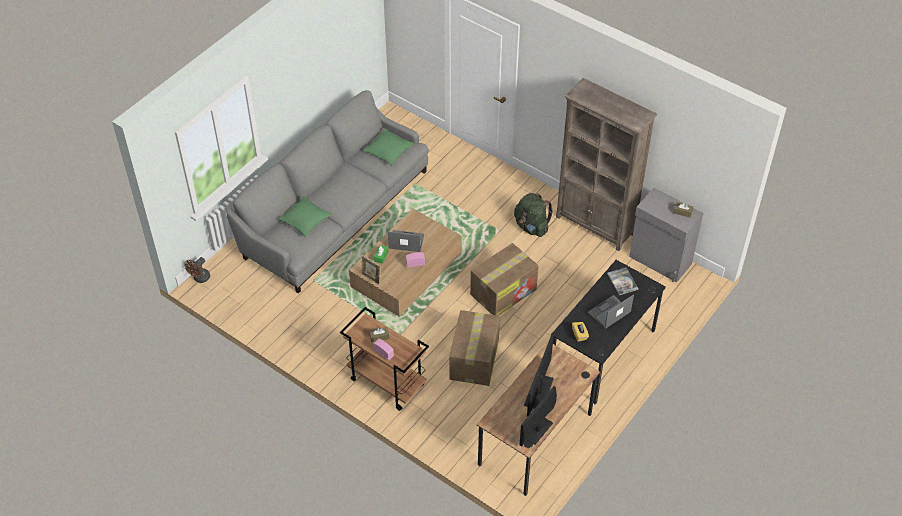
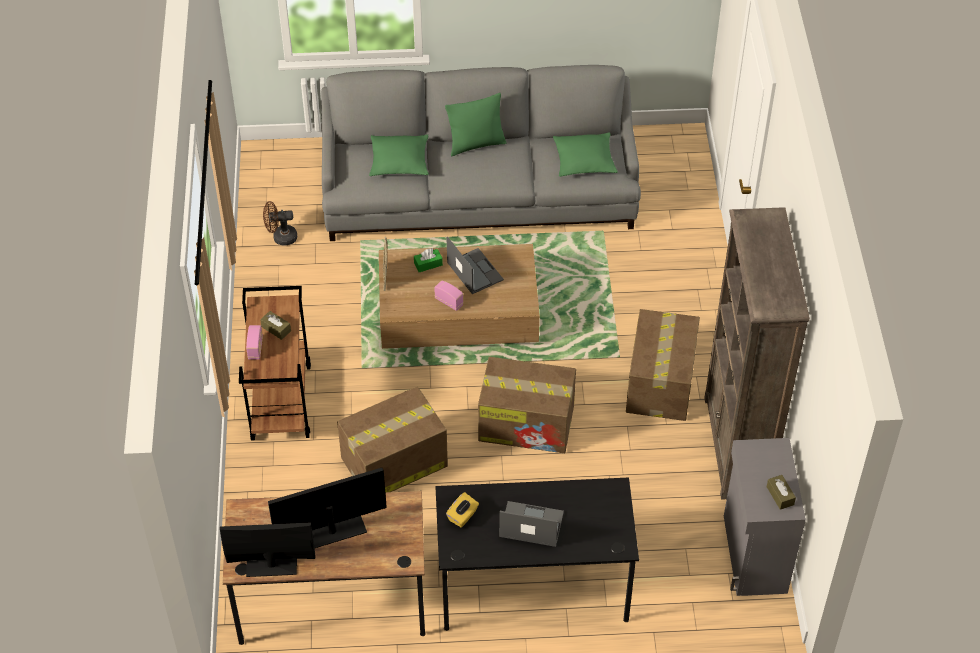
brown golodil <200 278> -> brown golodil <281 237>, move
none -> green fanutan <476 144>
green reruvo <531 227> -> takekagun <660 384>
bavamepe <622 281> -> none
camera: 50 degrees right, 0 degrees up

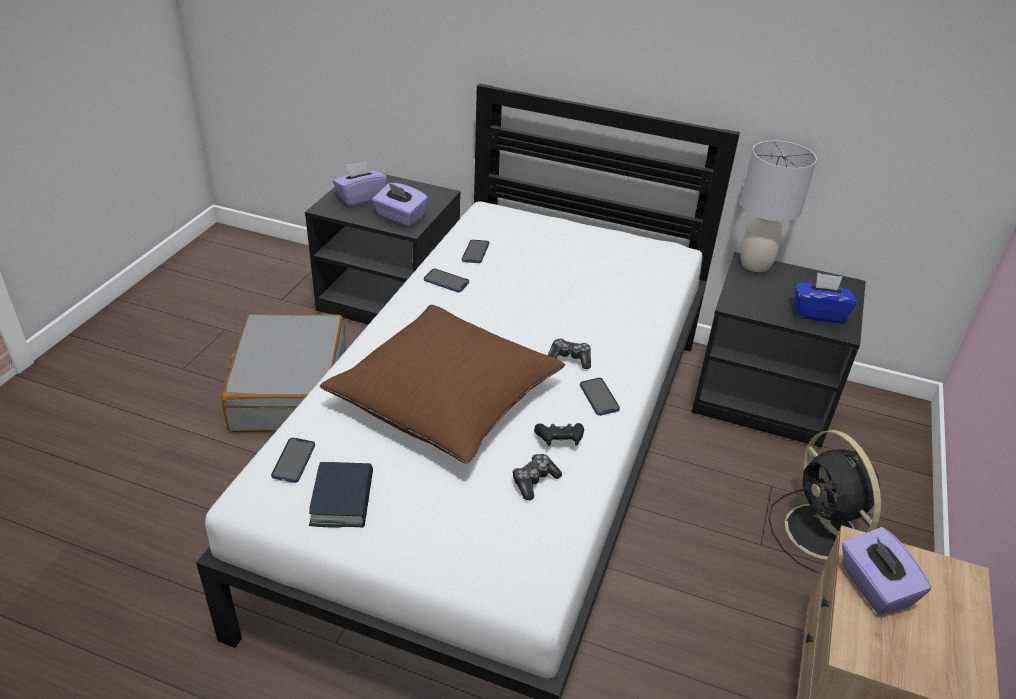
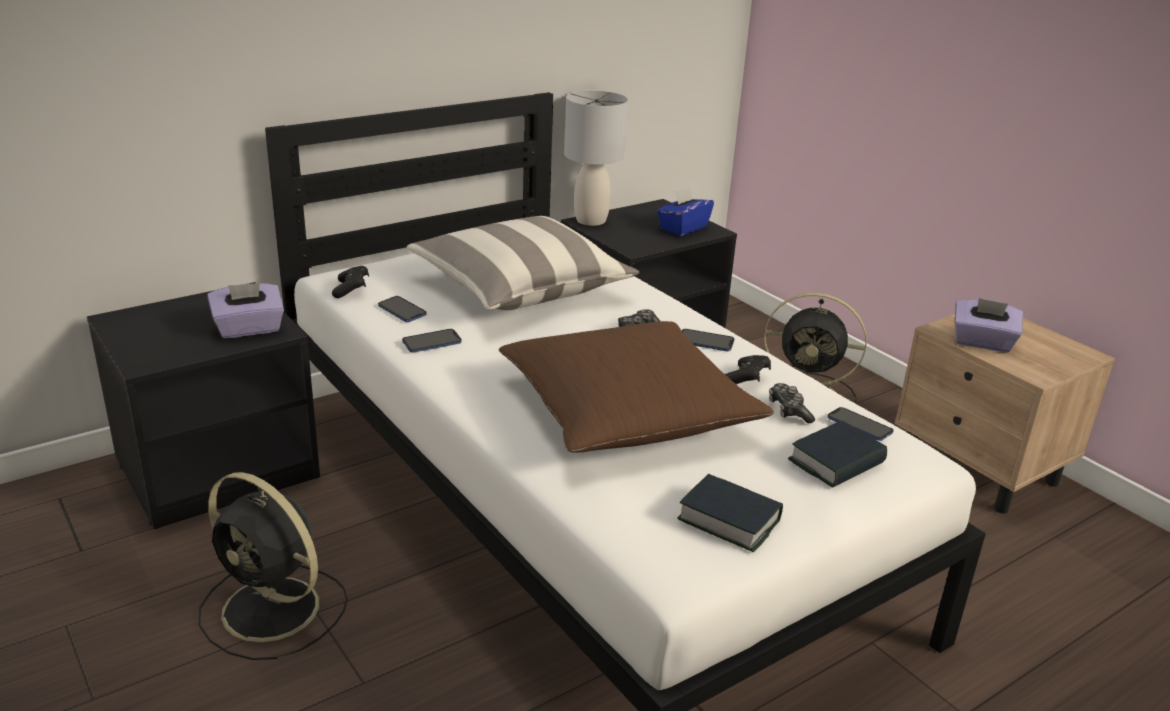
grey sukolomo <289 389> -> black golodil <274 610>
none -> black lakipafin <351 290>
none -> fanutan <520 288>
none -> bavamepe <836 462>
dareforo <294 461> -> dareforo <859 425>, move
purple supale <360 198> -> none
camera: 55 degrees left, 10 degrees down

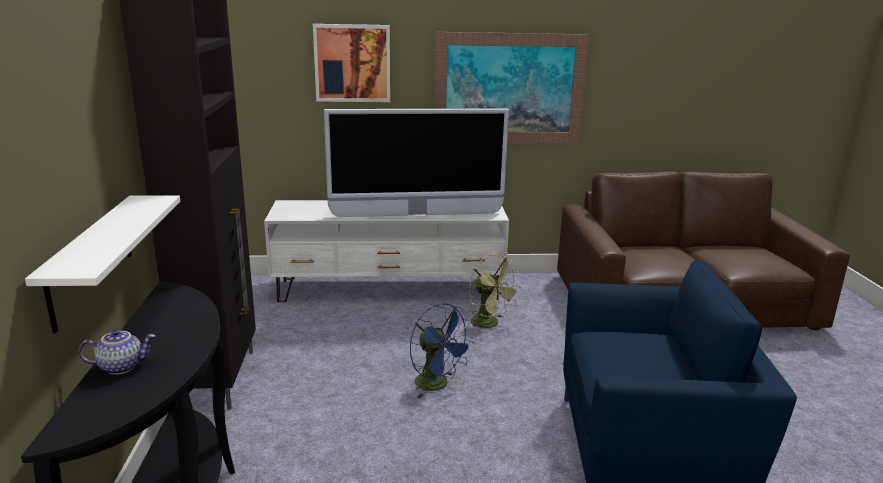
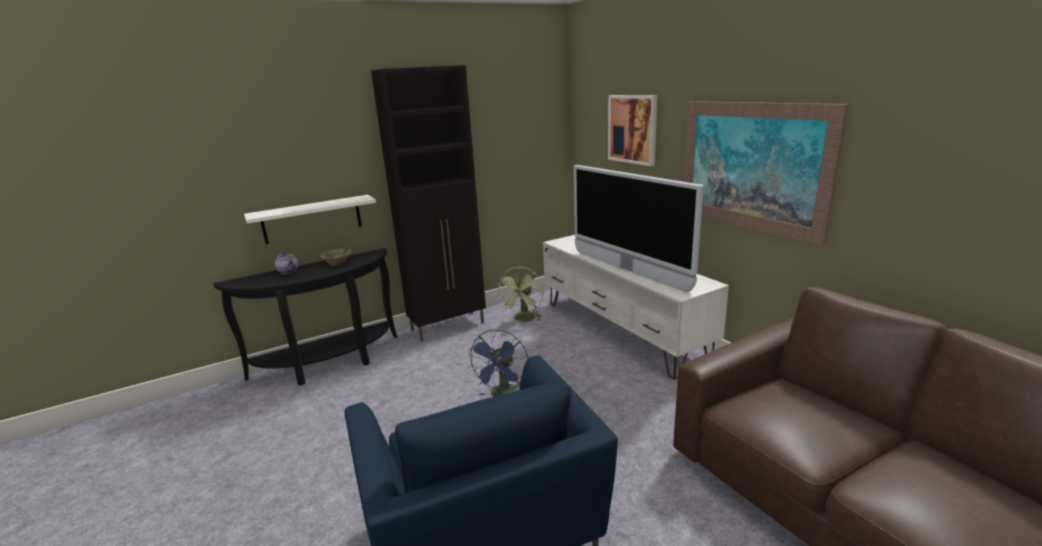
none -> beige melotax <337 262>
green golodil <490 324> -> green golodil <523 320>, move
camera: 65 degrees right, 0 degrees up

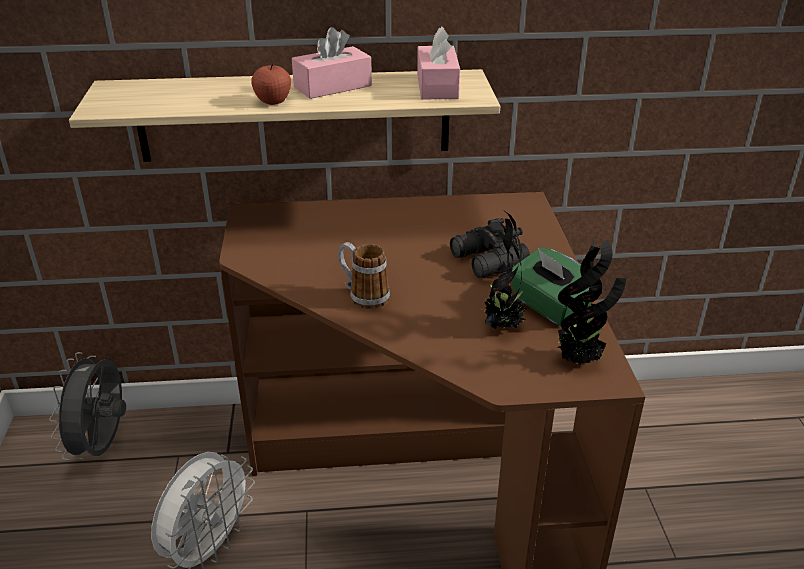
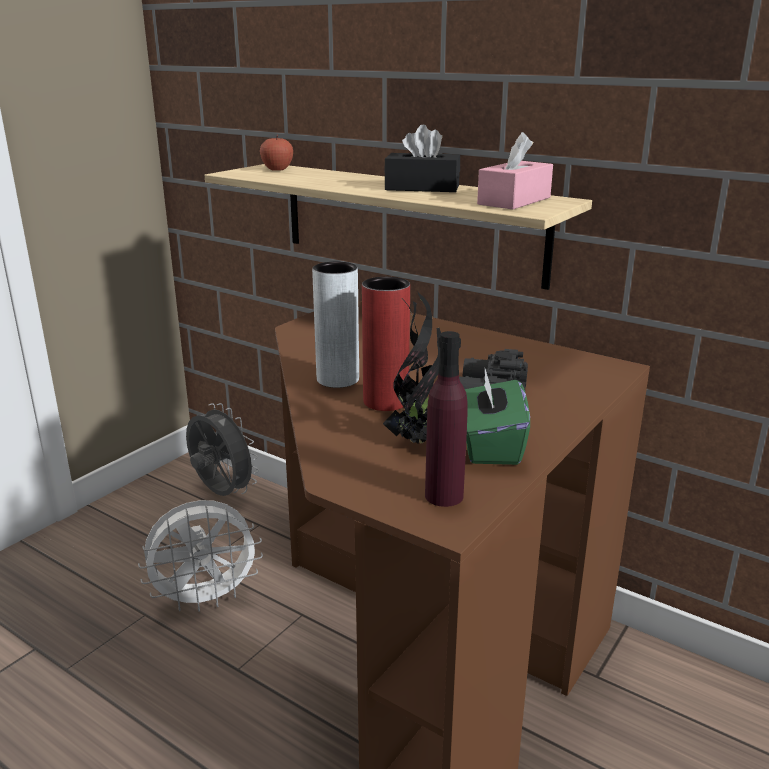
grey golodil <103 446> -> grey golodil <221 493>, 90 degrees clockwise
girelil <273 101> -> girelil <277 169>, move
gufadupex <363 295> -> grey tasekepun <338 379>
none -> red tasekepun <385 401>
pink supale <332 86> -> black supale <422 188>
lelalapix <580 360> -> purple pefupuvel <444 496>
camera: 40 degrees right, 10 degrees down

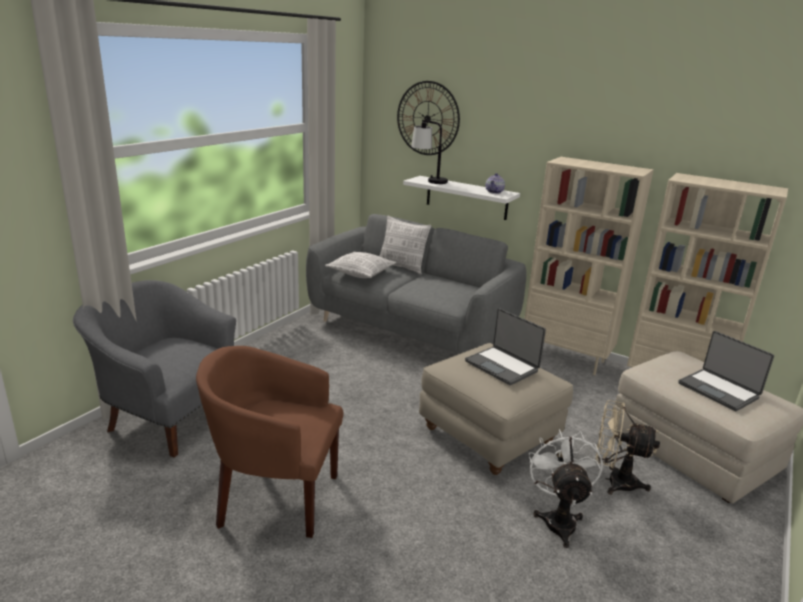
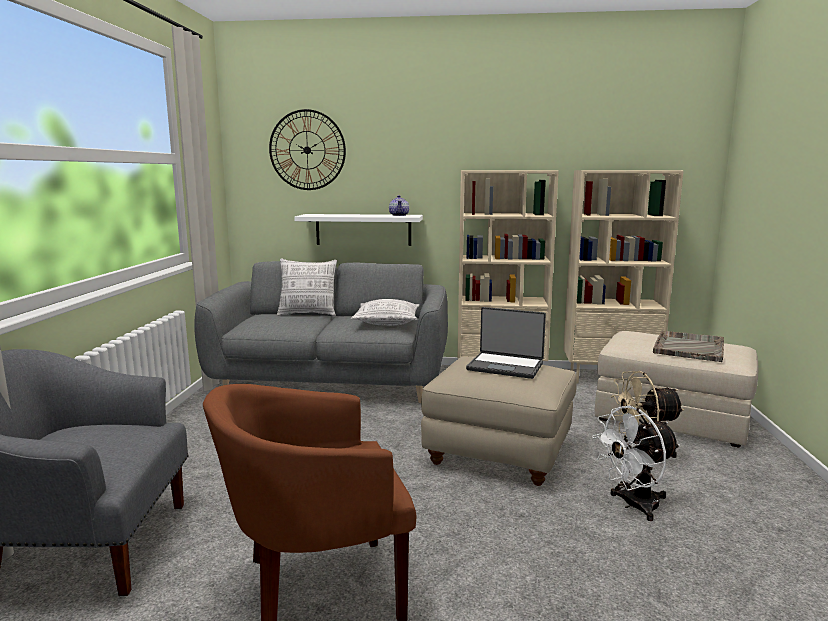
fanutan <361 273> -> fanutan <387 322>, move
white golodil <558 519> -> white golodil <633 505>, 90 degrees counterclockwise
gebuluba <719 390> -> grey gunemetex <689 347>
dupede <428 180> -> none
camera: 25 degrees left, 10 degrees down

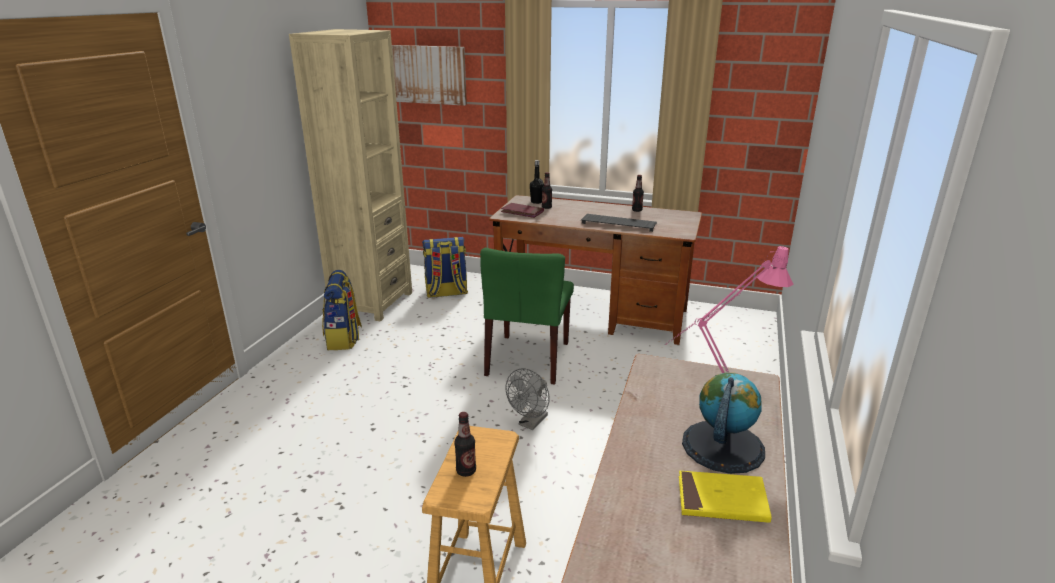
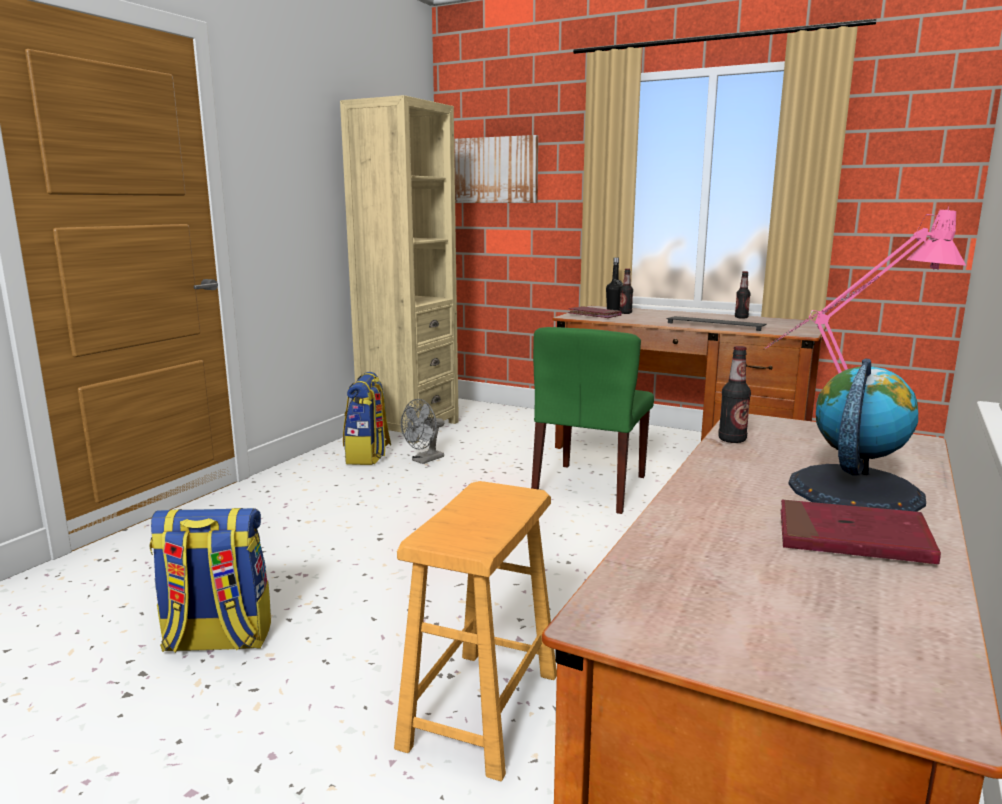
reruvo <446 293> -> reruvo <217 640>, move
grey golodil <530 423> -> grey golodil <424 460>, move
pefupuvel <466 471> -> pefupuvel <732 440>, move
yellow bavamepe <722 500> -> red bavamepe <852 539>
camera: 10 degrees right, 10 degrees down

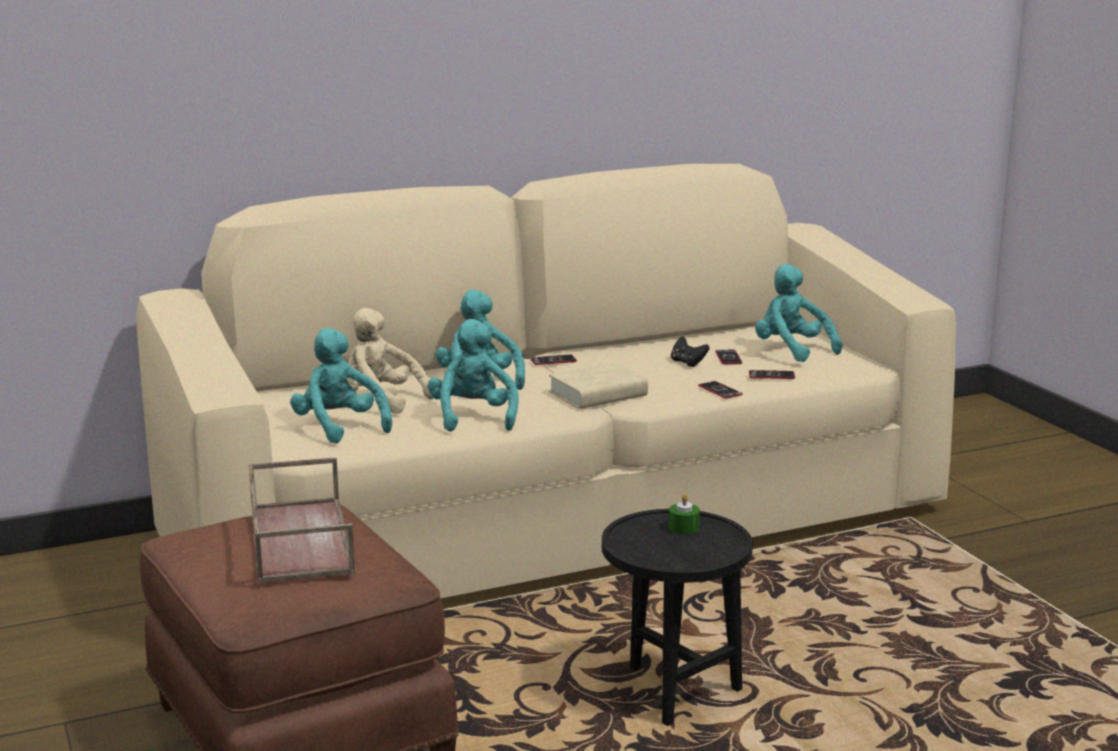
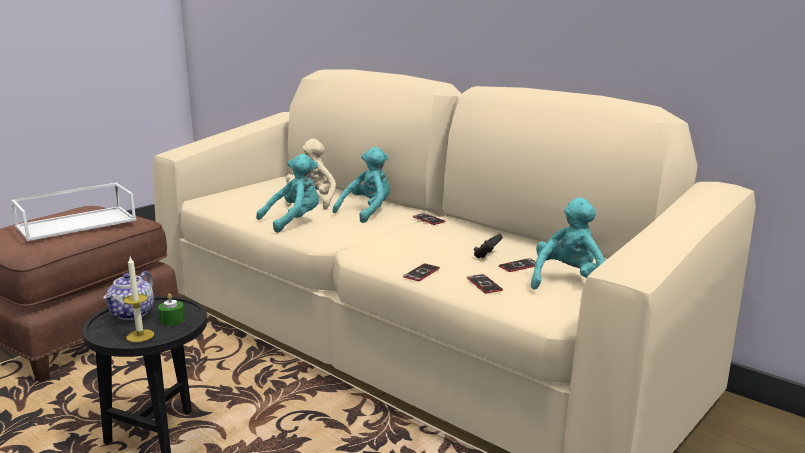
brown gunemetex <298 539> -> white gunemetex <77 223>
none -> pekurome <133 313>
none -> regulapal <140 336>
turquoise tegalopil <339 427> -> none
beige bavamepe <598 394> -> none
camera: 65 degrees right, 0 degrees up

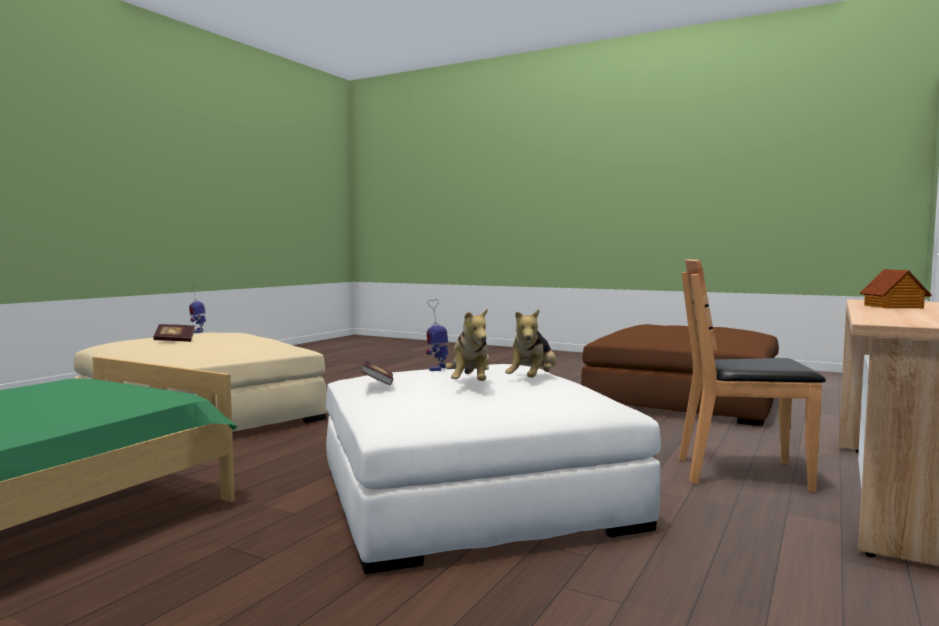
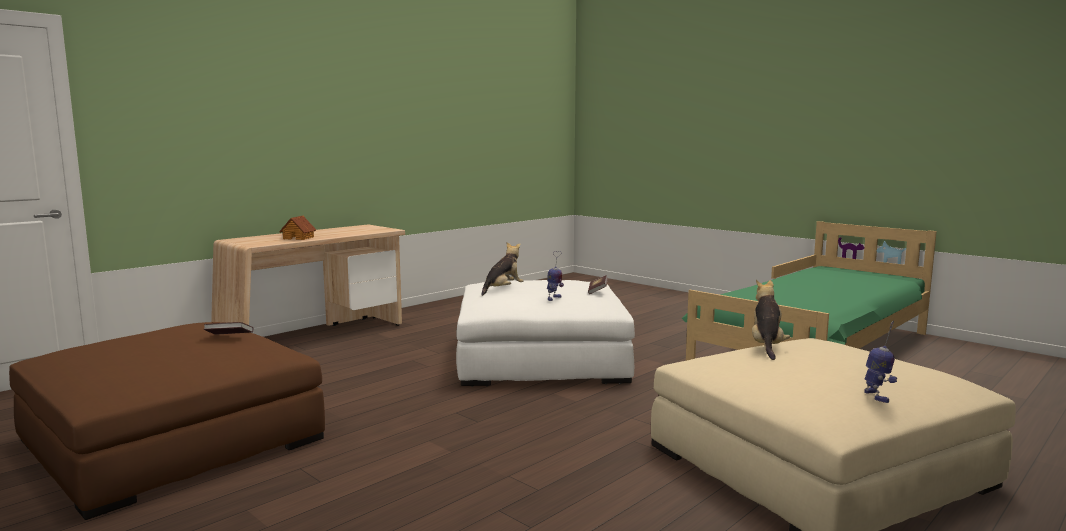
bavamepe <174 341> -> bavamepe <229 337>, move
tegalopil <470 384> -> tegalopil <766 346>, move
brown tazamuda <743 473> -> none
camera: 165 degrees left, 5 degrees up

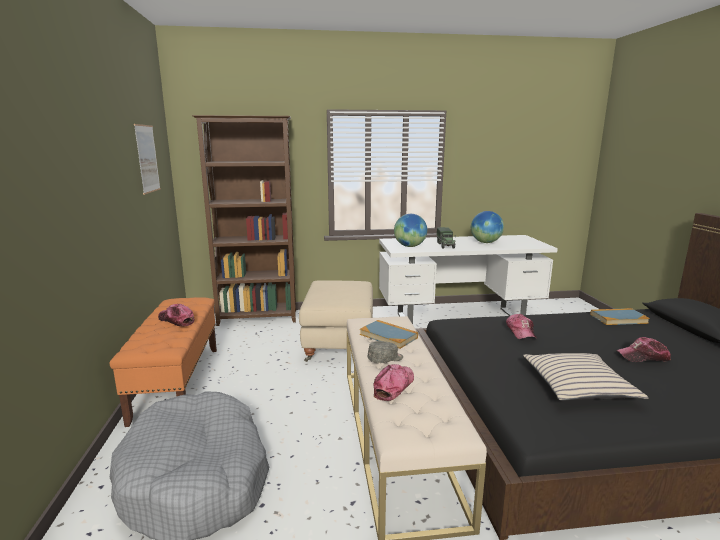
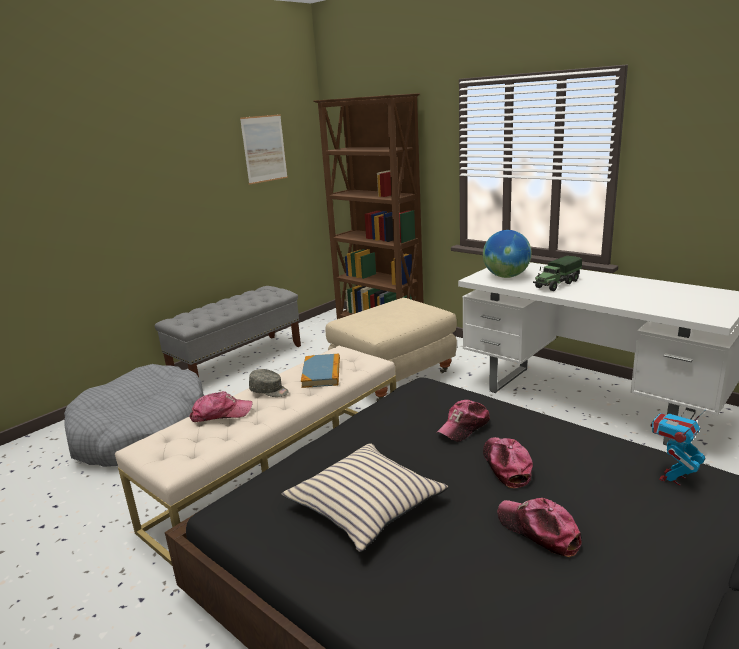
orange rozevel <177 382> -> grey rozevel <238 362>
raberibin <176 320> -> raberibin <506 465>, move
bavamepe <618 319> -> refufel <672 478>
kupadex <485 242> -> none
camera: 50 degrees right, 5 degrees up

